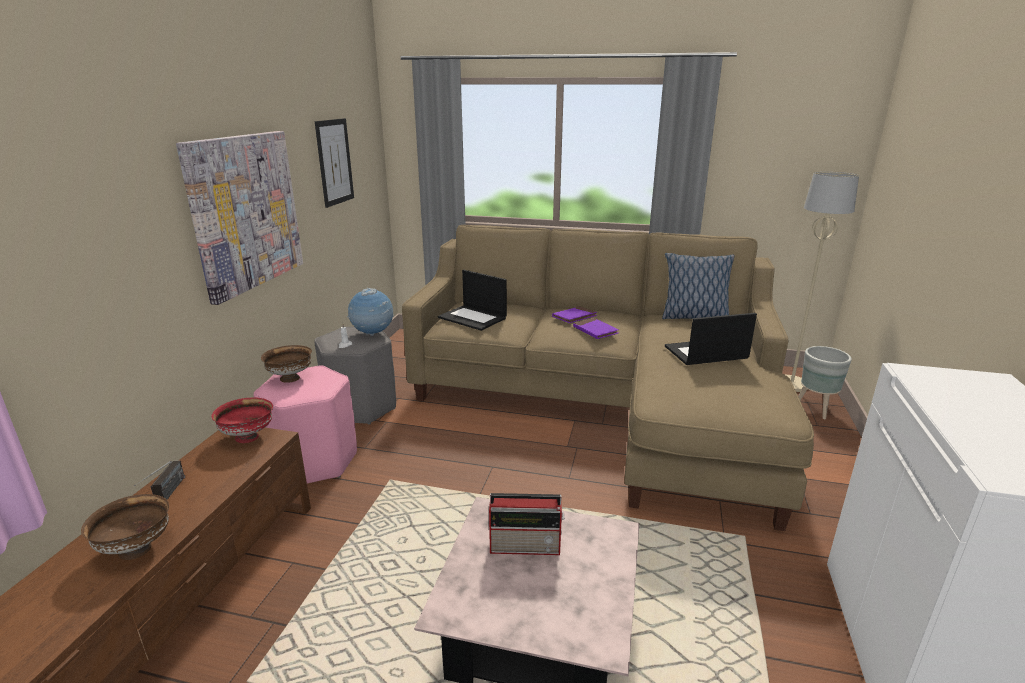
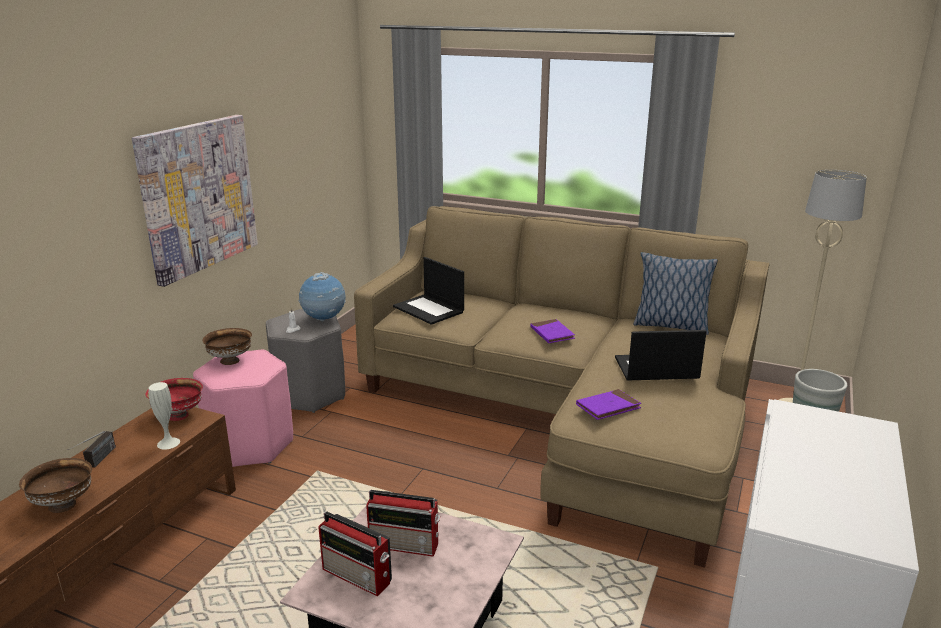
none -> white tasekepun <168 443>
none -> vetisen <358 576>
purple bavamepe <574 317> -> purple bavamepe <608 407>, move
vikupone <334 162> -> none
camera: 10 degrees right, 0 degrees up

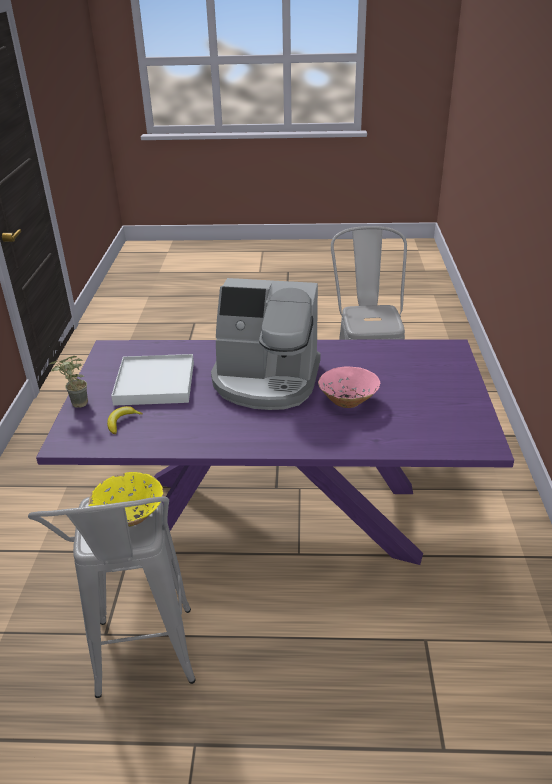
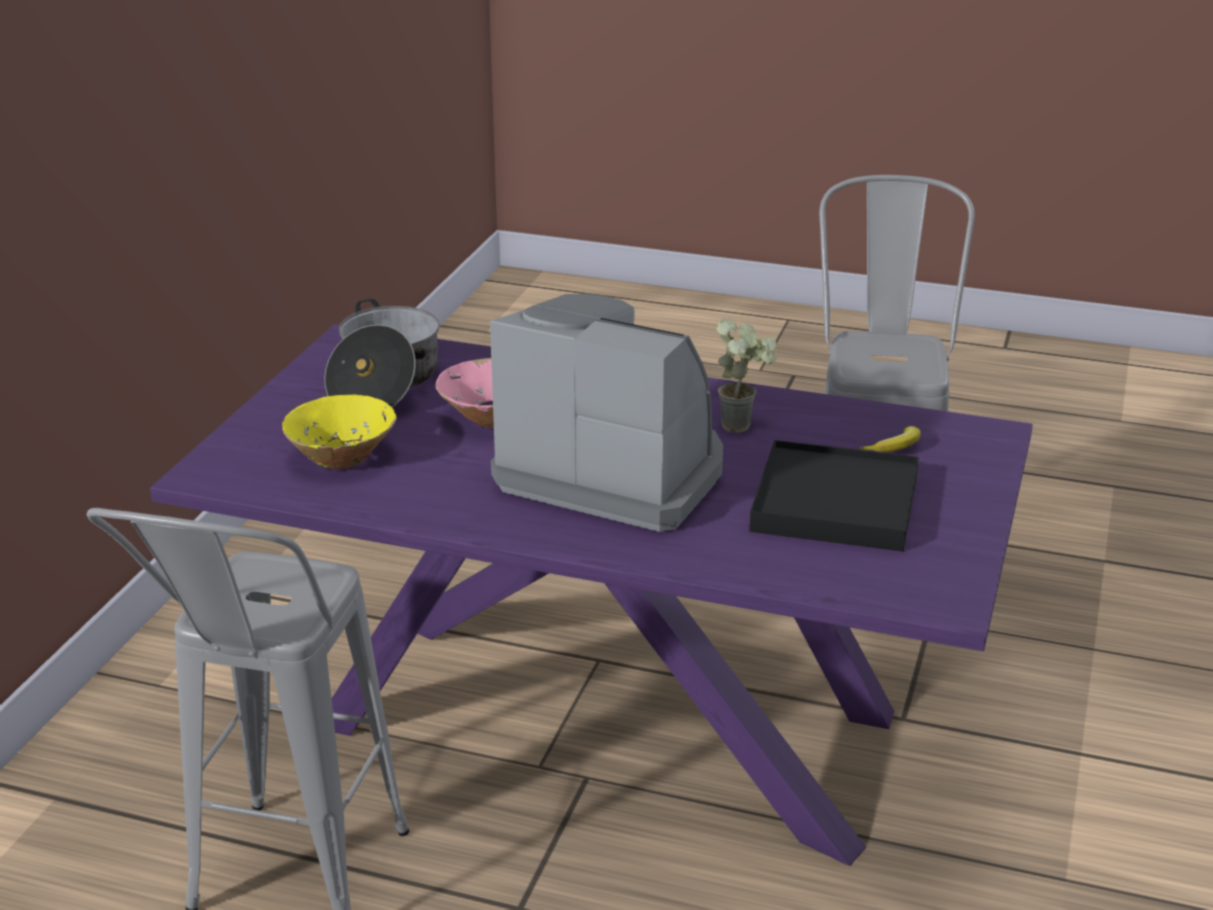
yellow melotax <130 516> -> yellow melotax <342 458>, move
none -> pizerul <384 384>
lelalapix <75 405> -> lelalapix <743 424>, move
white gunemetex <155 383> -> black gunemetex <834 503>
camera: 165 degrees left, 5 degrees down

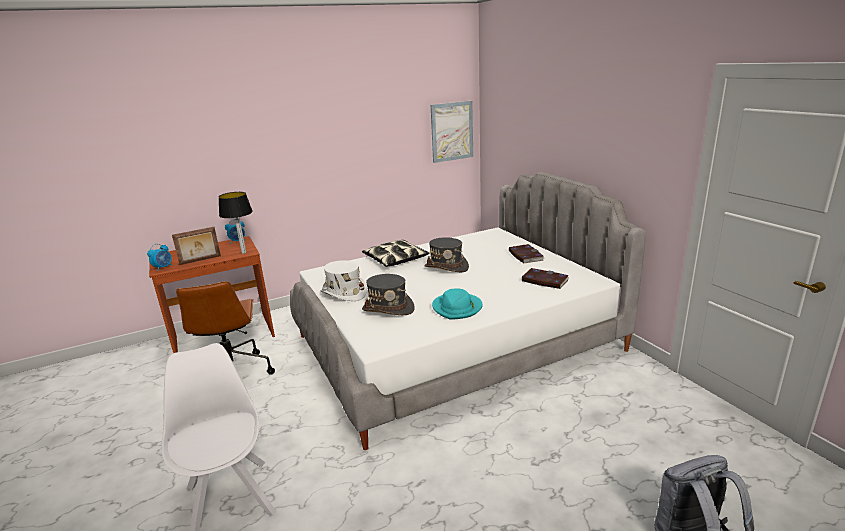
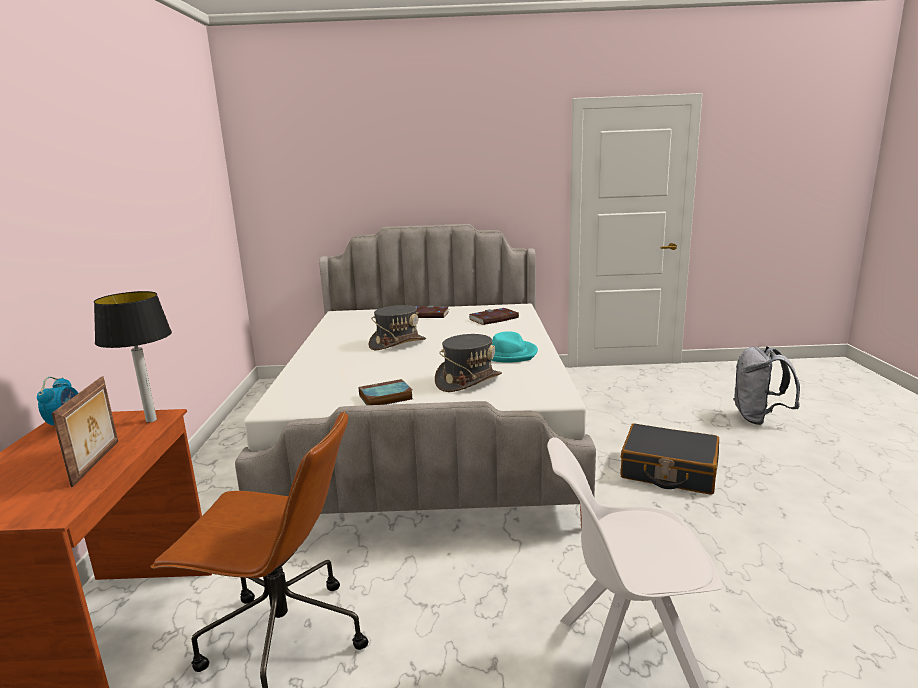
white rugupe <344 293> -> bavamepe <385 398>
none -> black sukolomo <668 471>
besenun <163 267> -> none
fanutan <395 259> -> none
vikupone <452 131> -> none
camera: 65 degrees left, 5 degrees down

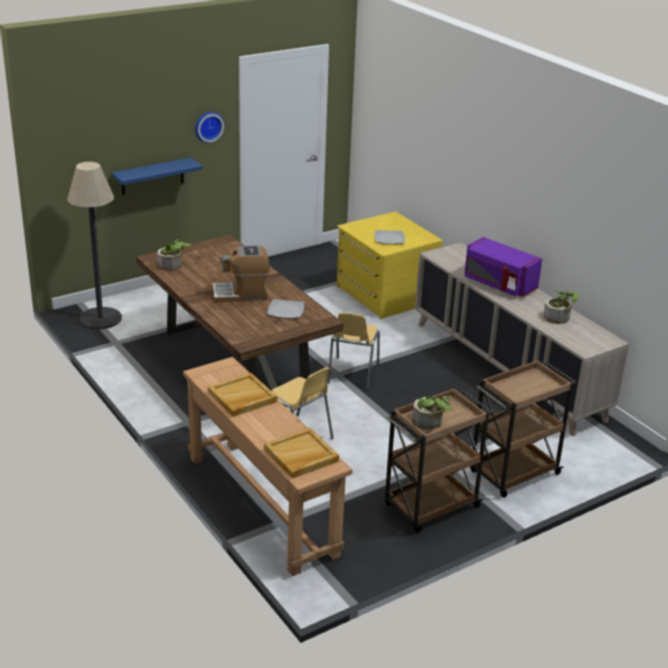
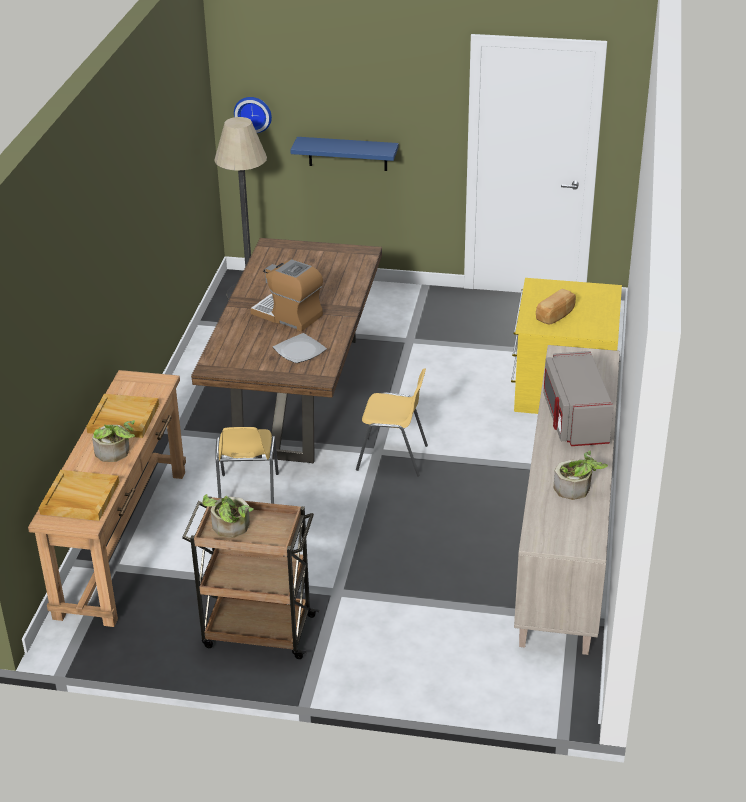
lelalapix <173 265> -> lelalapix <115 454>, move
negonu <208 126> -> negonu <253 113>, move
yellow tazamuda <352 373> -> yellow tazamuda <393 457>, 135 degrees counterclockwise
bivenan <389 239> -> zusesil <556 315>
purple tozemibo <498 284> -> grey tozemibo <574 419>
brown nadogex <513 474> -> none
camera: 45 degrees right, 5 degrees up

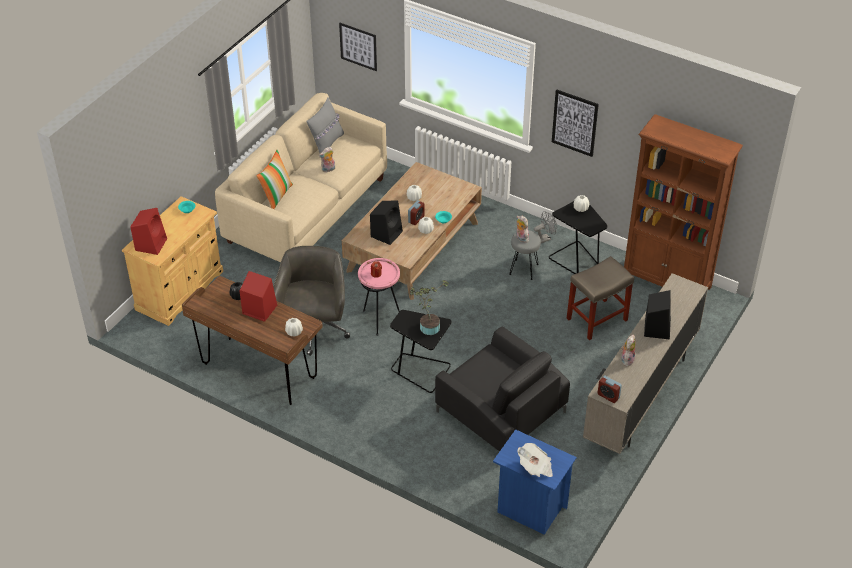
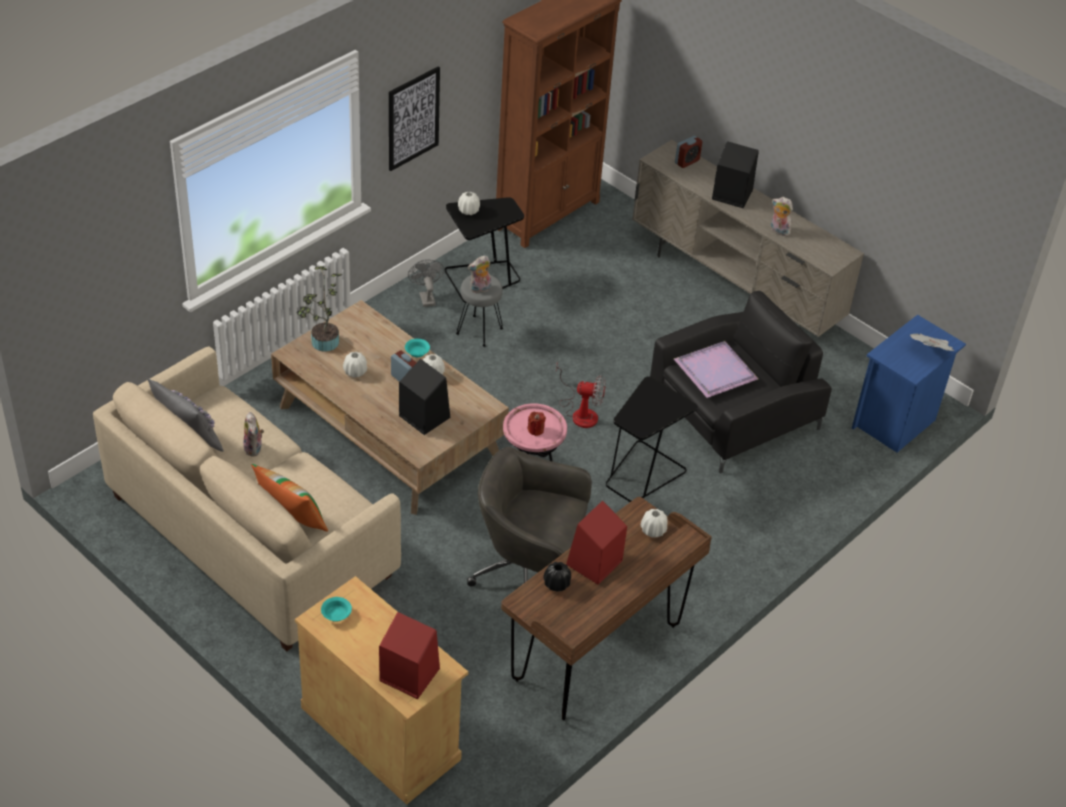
lelalapix <427 327> -> lelalapix <322 343>, move
none -> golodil <580 412>
none -> purple gunemetex <717 371>
besenun <608 396> -> besenun <687 161>, move
vikupone <358 46> -> none
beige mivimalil <597 319> -> none
camera: 80 degrees left, 0 degrees up

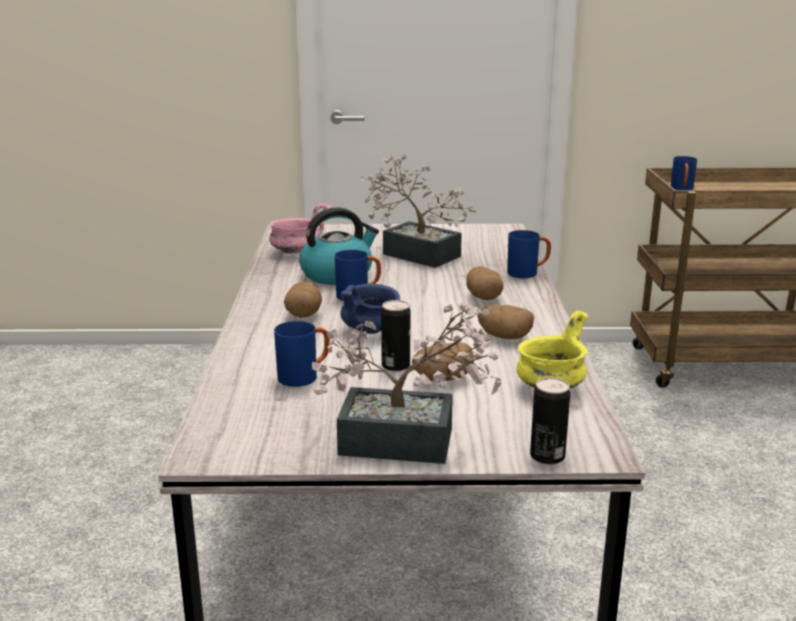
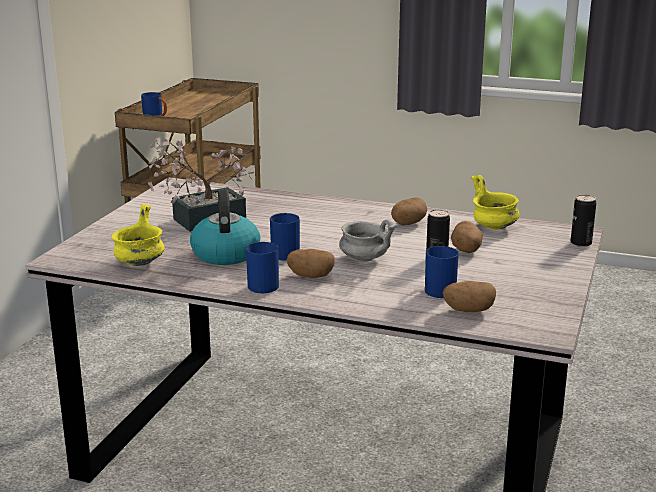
pink melotax <295 251> -> yellow melotax <139 262>
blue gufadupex <528 273> -> blue gufadupex <264 284>, move
blue melotax <370 331> -> grey melotax <366 259>
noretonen <483 297> -> noretonen <468 310>, move
lelalapix <410 443> -> none
camera: 70 degrees left, 0 degrees up

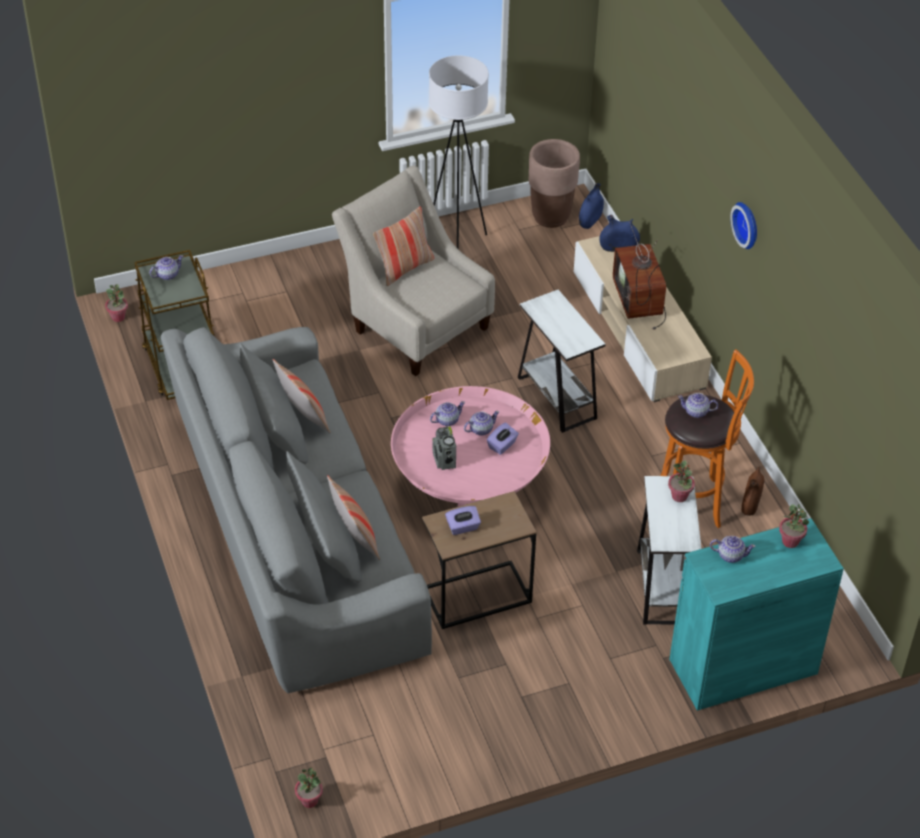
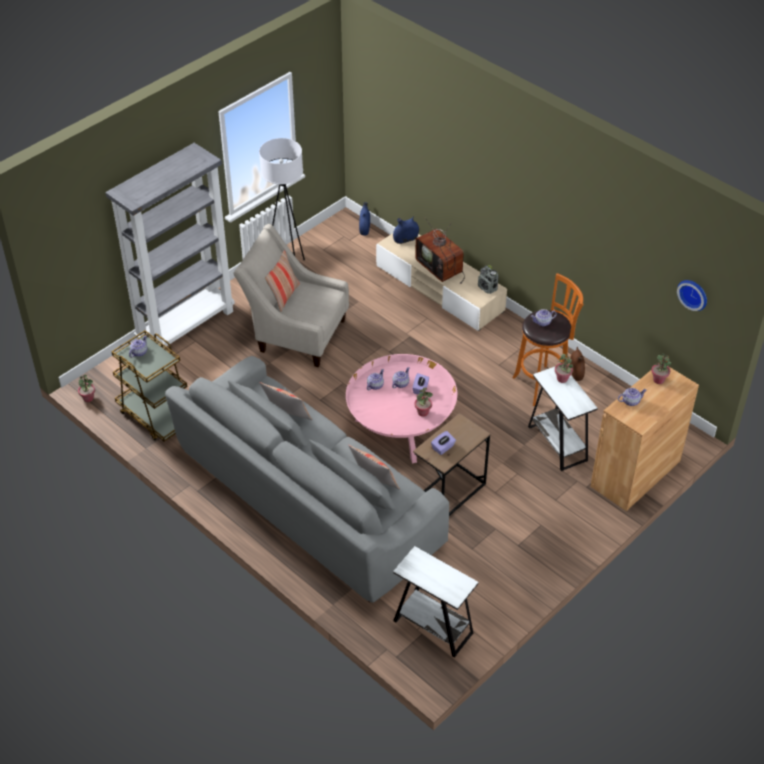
none -> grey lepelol <186 327>
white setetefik <557 398> -> white setetefik <433 627>, move
lelalapix <309 800> -> lelalapix <423 412>, move
vetisen <444 460> -> vetisen <487 288>, move
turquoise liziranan <743 666> -> brown liziranan <635 473>
negonu <748 224> -> negonu <693 293>, move
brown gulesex <551 217> -> none
camera: 25 degrees left, 0 degrees up

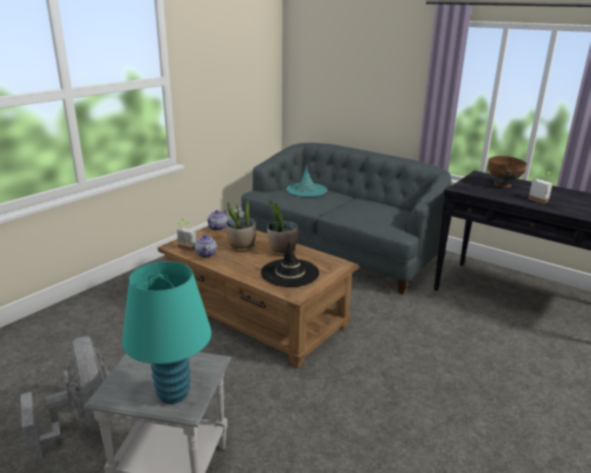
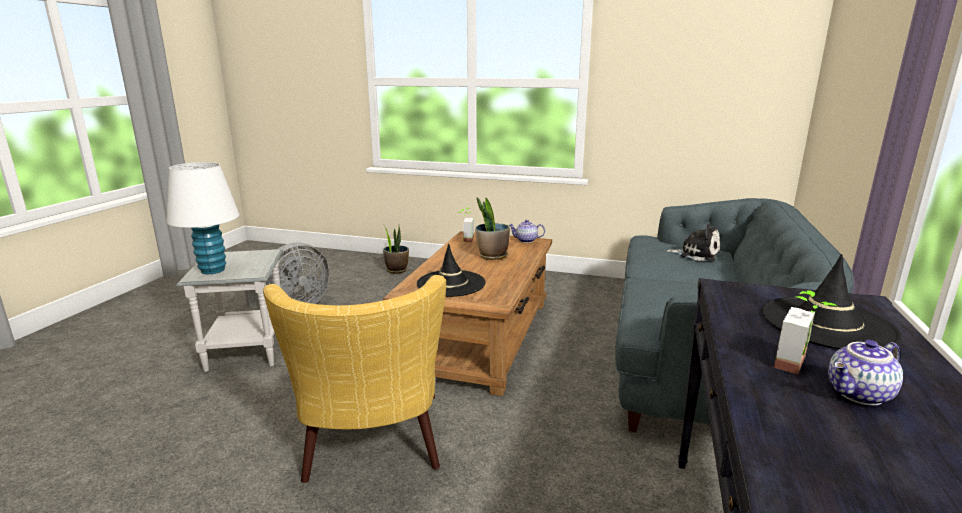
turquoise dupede <173 394> -> white dupede <213 270>
none -> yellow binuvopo <372 448>
lelalapix <282 251> -> lelalapix <396 270>, move
turquoise rugupe <306 190> -> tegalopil <696 254>
brown melotax <502 185> -> black rugupe <826 324>
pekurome <206 254> -> pekurome <860 395>, move
camera: 70 degrees right, 5 degrees down

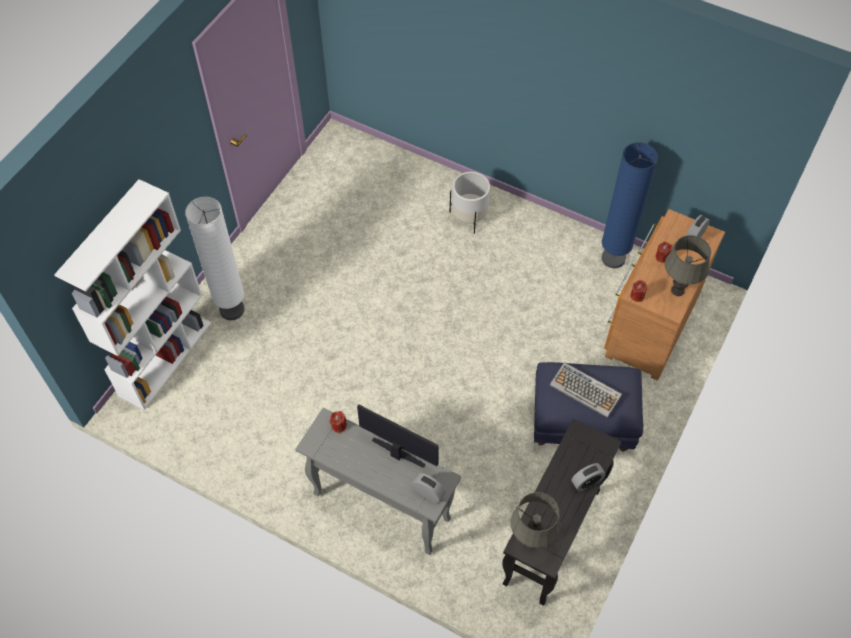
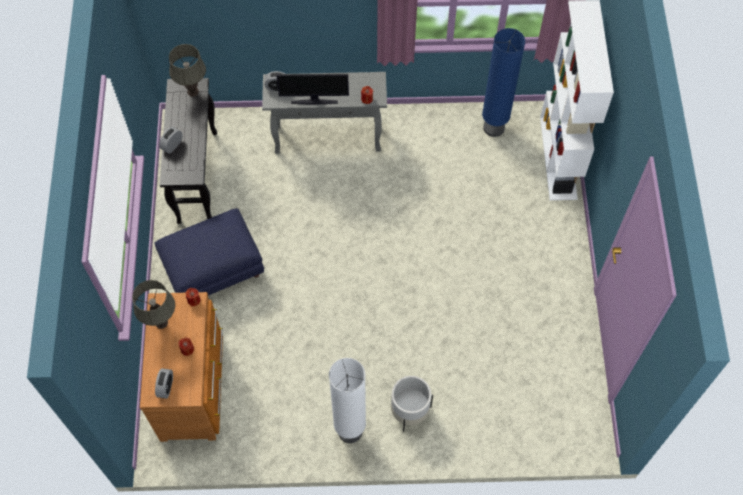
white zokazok <232 310> -> white zokazok <350 431>, move
blue zokazok <613 258> -> blue zokazok <493 128>, move
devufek <586 390> -> none
camera: 150 degrees right, 5 degrees up

